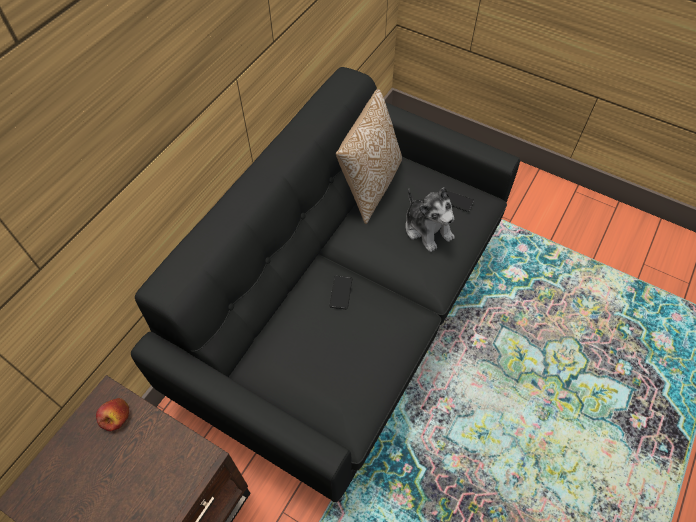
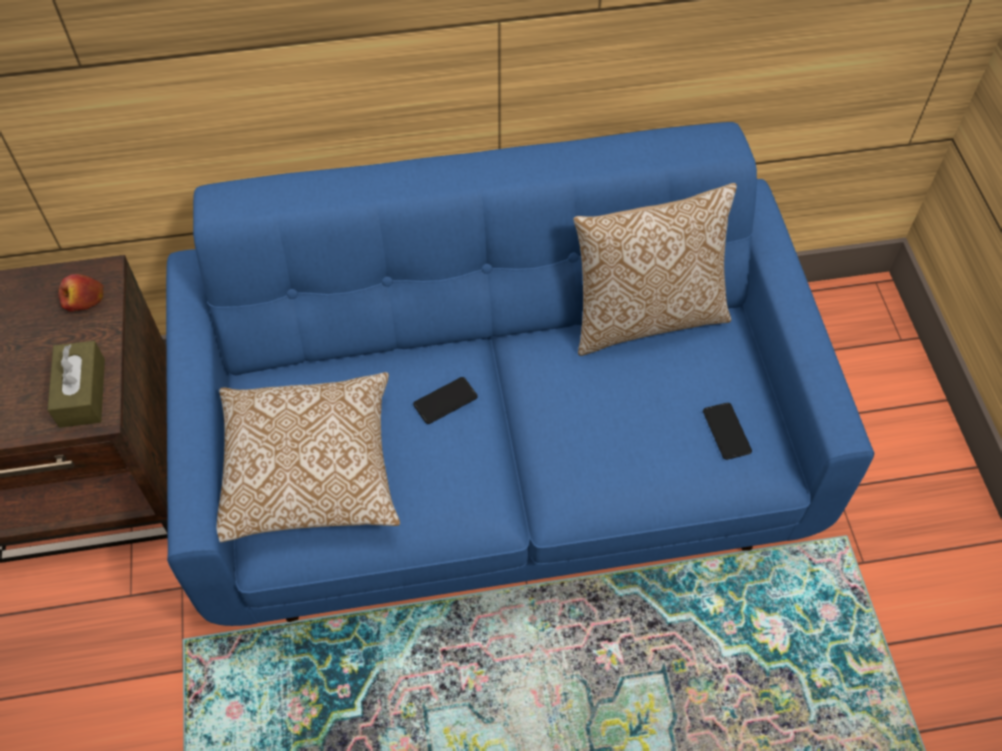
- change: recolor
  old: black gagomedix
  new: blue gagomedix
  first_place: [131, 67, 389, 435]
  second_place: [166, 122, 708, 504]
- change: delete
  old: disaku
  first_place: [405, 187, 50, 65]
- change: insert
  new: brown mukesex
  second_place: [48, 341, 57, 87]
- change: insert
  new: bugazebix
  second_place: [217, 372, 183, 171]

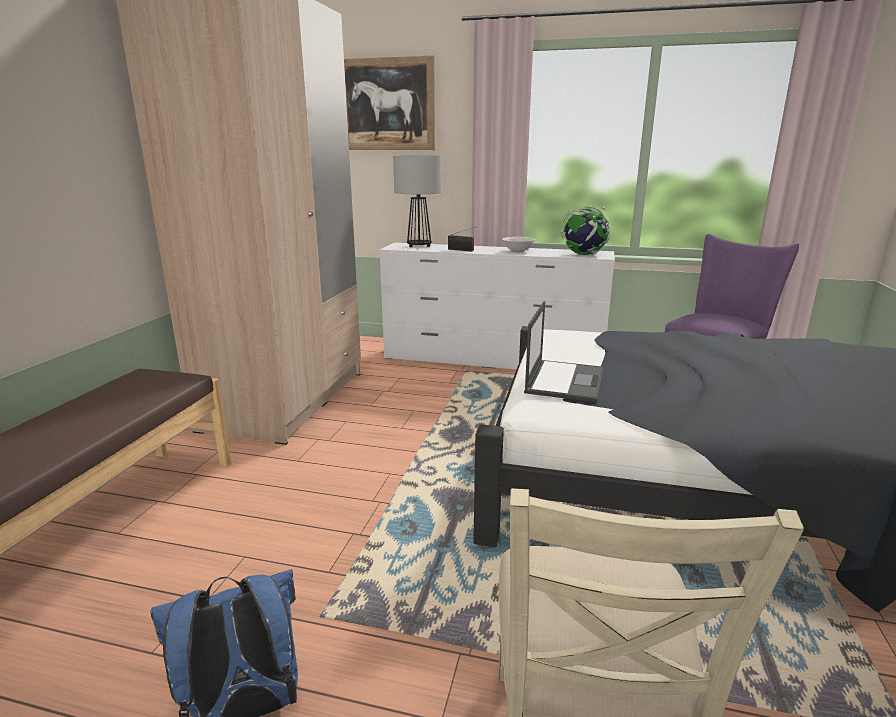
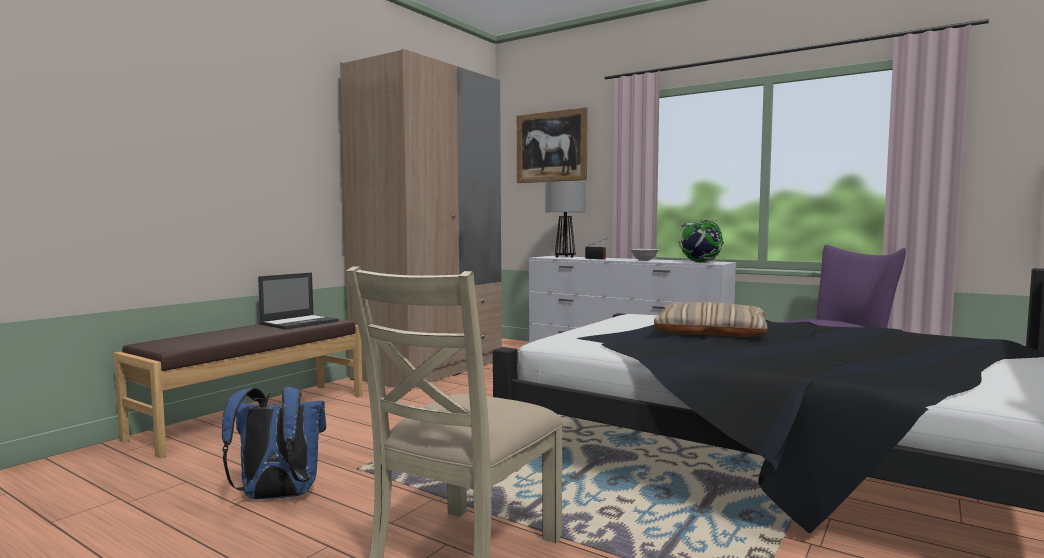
- change: move
  old: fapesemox
  first_place: [524, 301, 79, 101]
  second_place: [258, 273, 81, 56]
- change: insert
  new: beige bugazebix
  second_place: [654, 302, 114, 35]

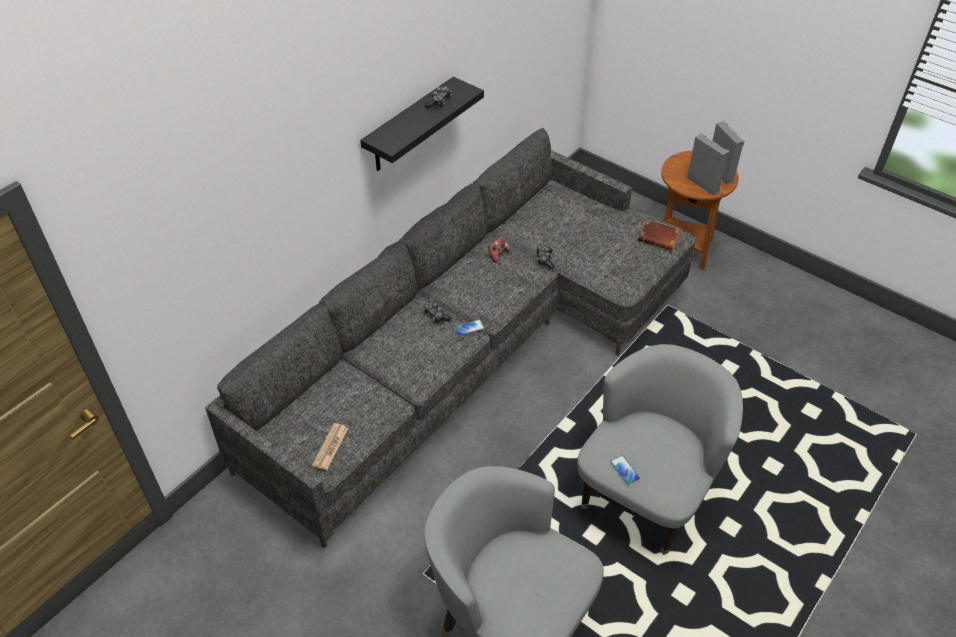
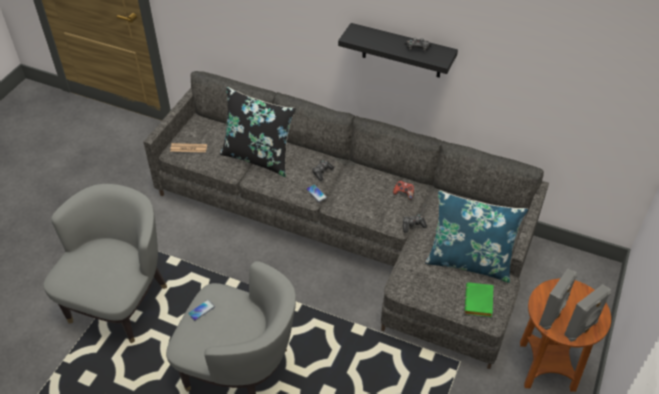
- change: recolor
  old: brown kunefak
  new: green kunefak
  first_place: [638, 219, 43, 31]
  second_place: [465, 282, 28, 35]
- change: insert
  new: black bugazebix
  second_place: [220, 87, 76, 90]
- change: insert
  new: blue bugazebix
  second_place: [425, 190, 103, 93]

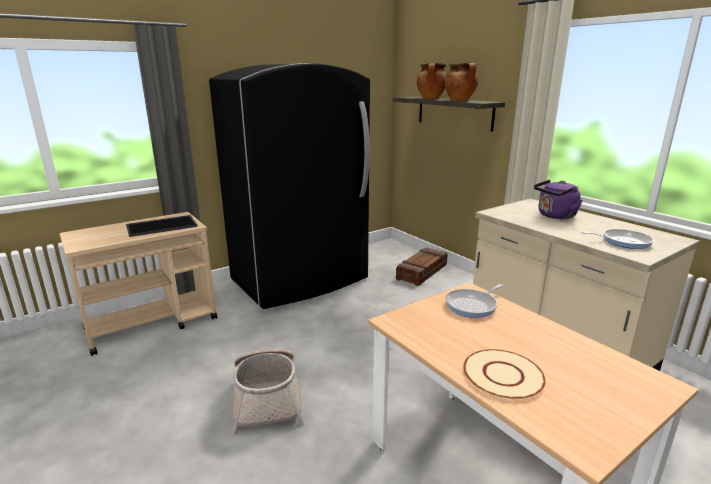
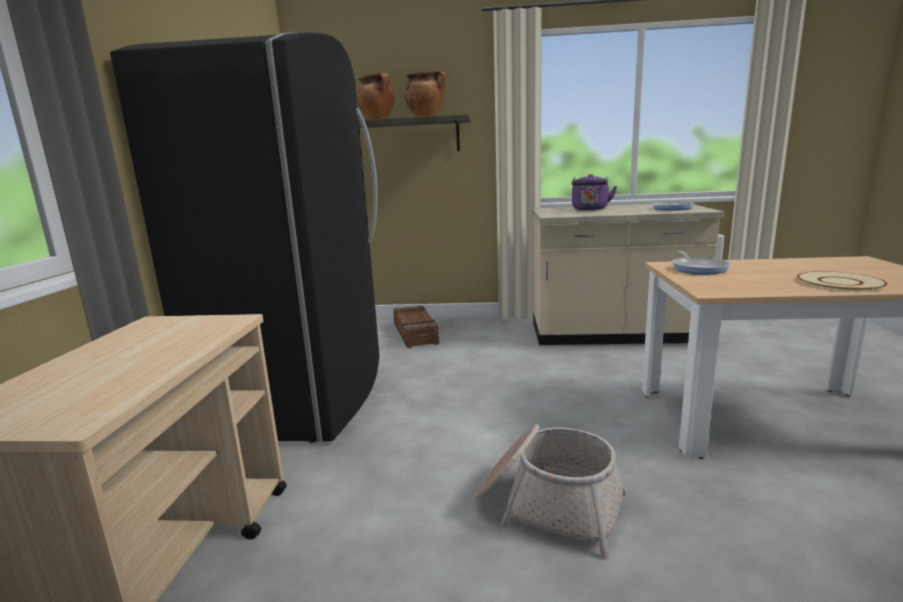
- change: delete
  old: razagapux
  first_place: [126, 215, 72, 22]

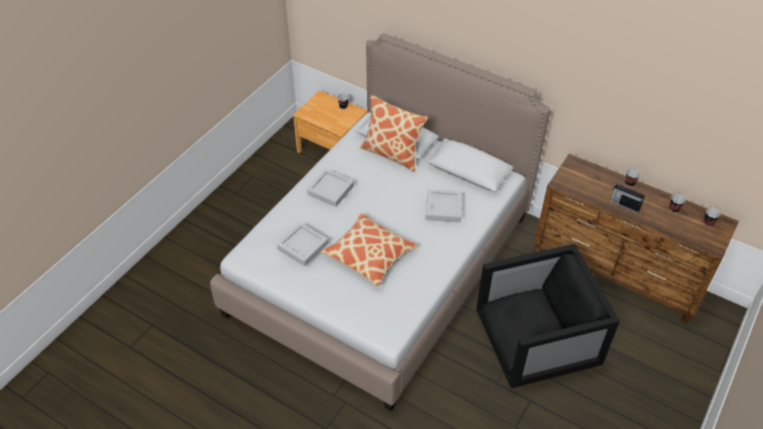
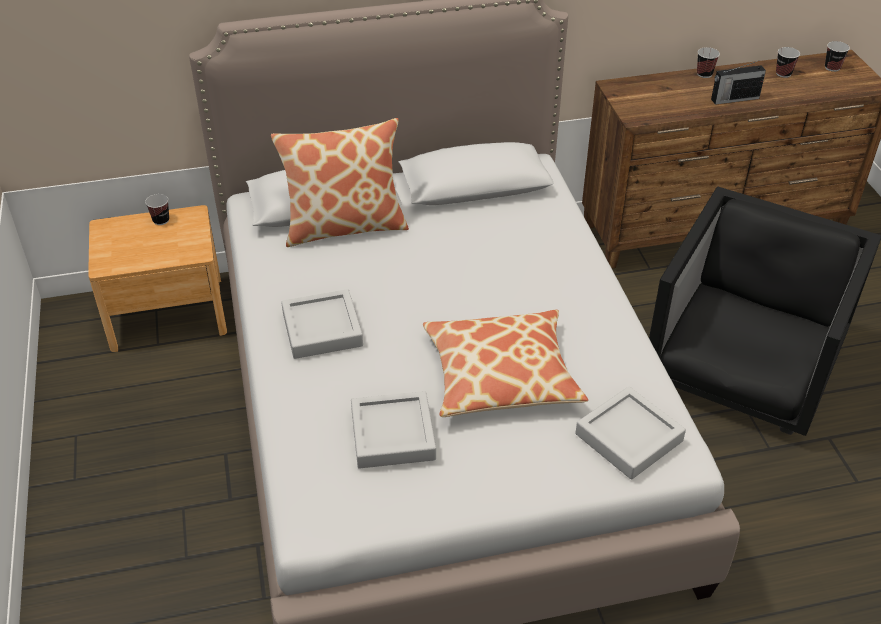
- change: move
  old: grey razagapux
  first_place: [426, 190, 36, 32]
  second_place: [575, 387, 111, 92]

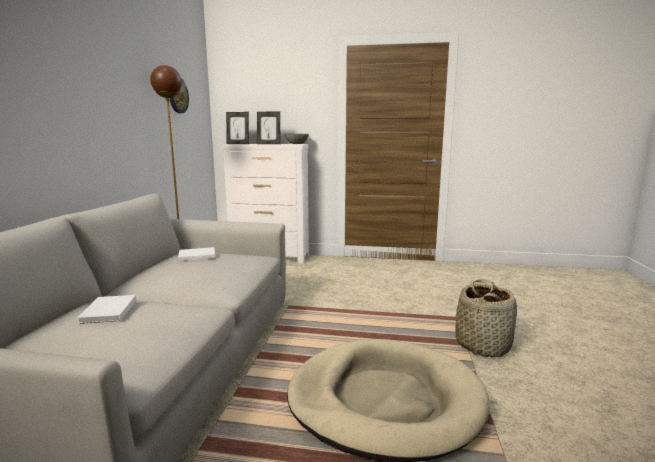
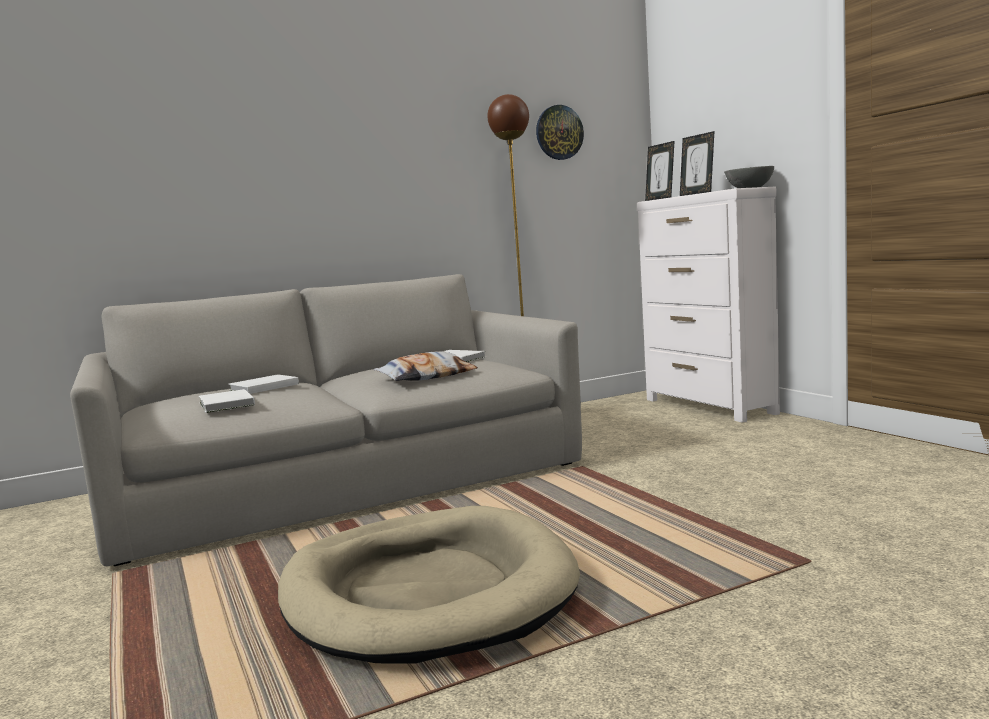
- change: delete
  old: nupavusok
  first_place: [455, 279, 62, 78]
- change: insert
  new: bugazebix
  second_place: [373, 351, 105, 30]
- change: insert
  new: white kunefak
  second_place: [199, 389, 56, 24]

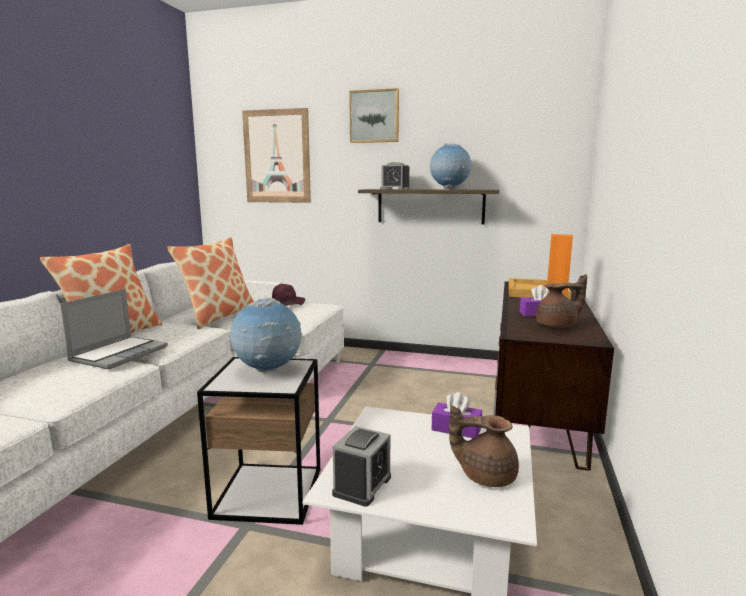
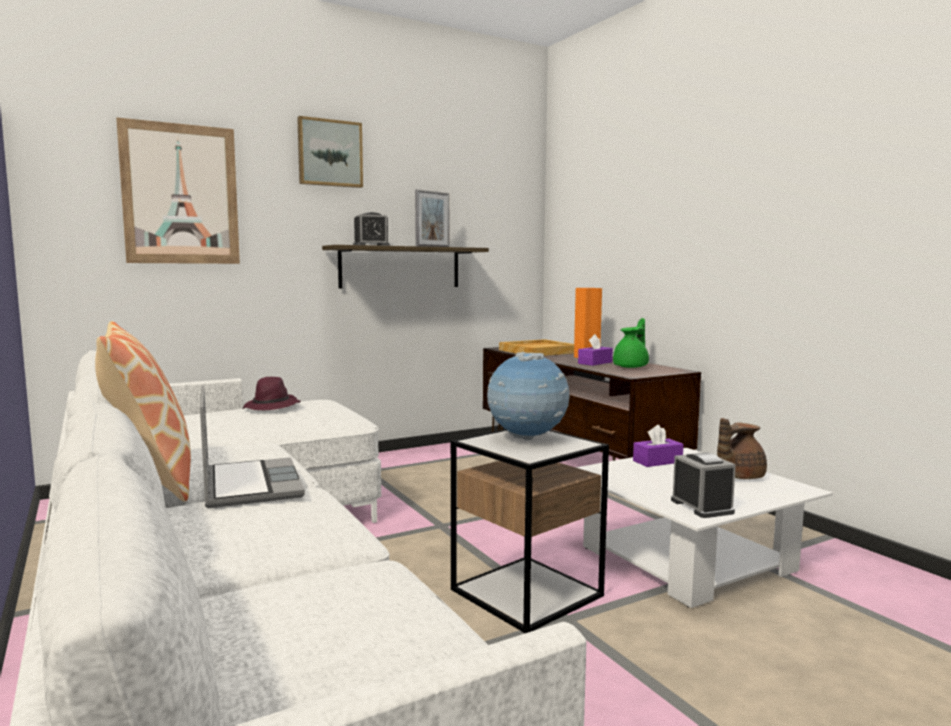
- change: replace
  old: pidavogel
  new: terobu
  first_place: [430, 143, 42, 46]
  second_place: [415, 189, 34, 58]
- change: delete
  old: bugazebix
  first_place: [167, 237, 87, 92]
- change: recolor
  old: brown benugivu
  new: green benugivu
  first_place: [536, 274, 51, 54]
  second_place: [613, 318, 36, 50]

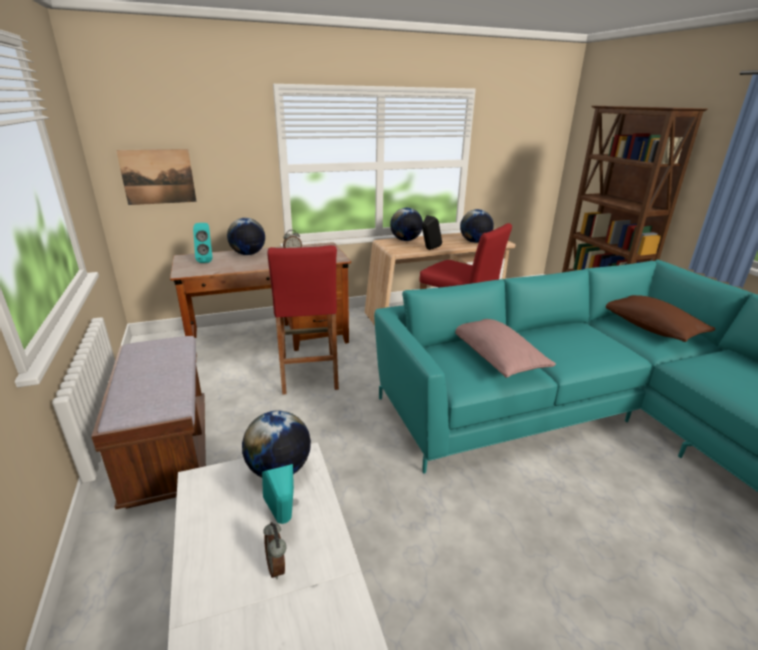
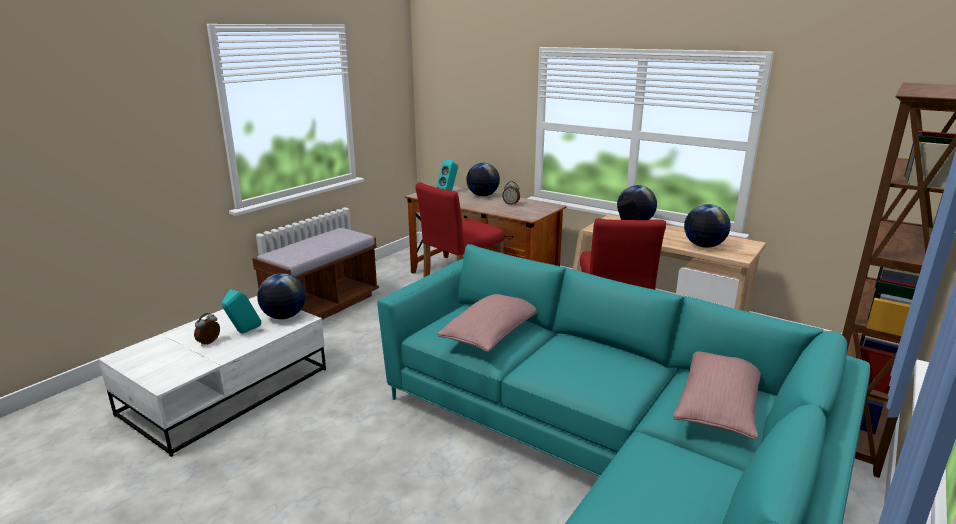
- change: delete
  old: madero
  first_place: [116, 149, 81, 56]
- change: recolor
  old: brown bugazebix
  new: pink bugazebix
  first_place: [606, 295, 109, 47]
  second_place: [673, 351, 88, 88]

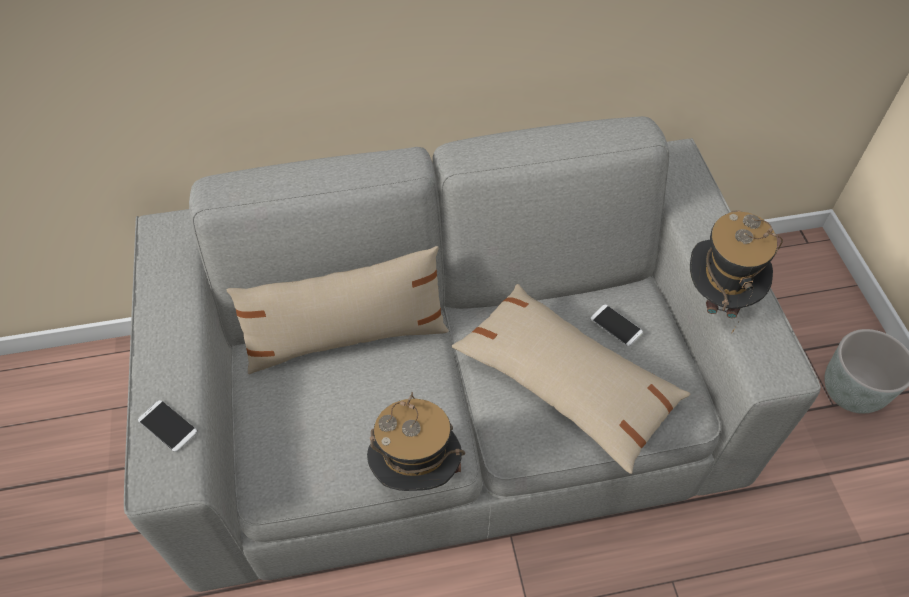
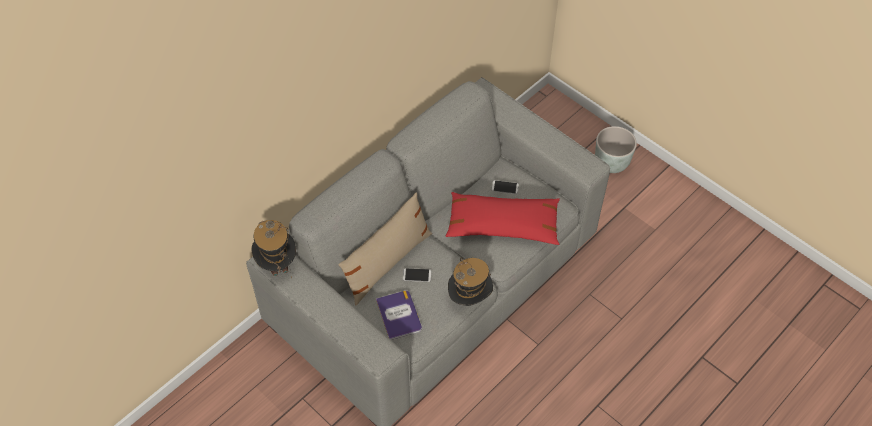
- change: move
  old: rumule
  first_place: [690, 210, 93, 124]
  second_place: [251, 220, 45, 59]
- change: recolor
  old: beige bugazebix
  new: red bugazebix
  first_place: [452, 284, 238, 190]
  second_place: [446, 192, 114, 53]
- change: move
  old: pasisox
  first_place: [138, 400, 59, 52]
  second_place: [403, 268, 28, 14]
- change: insert
  new: kunefak
  second_place: [376, 291, 46, 49]

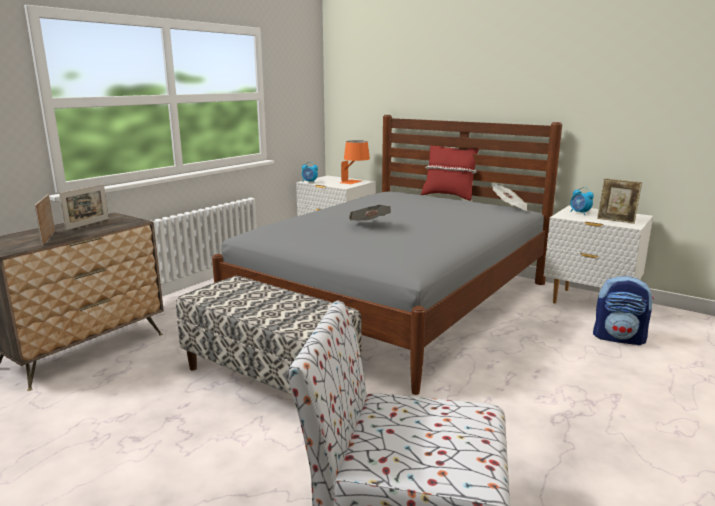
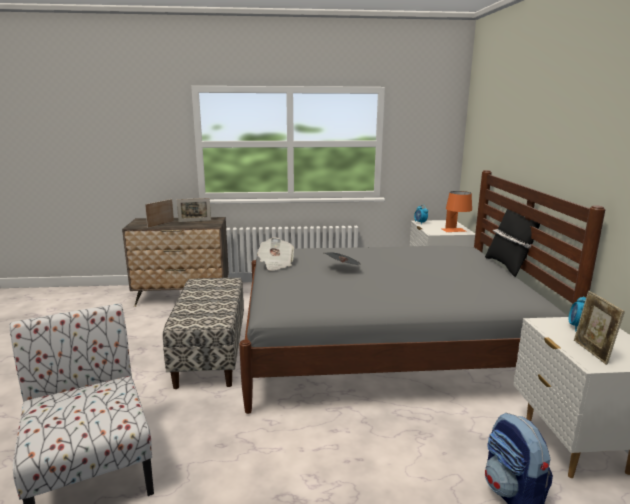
- change: recolor
  old: red bugazebix
  new: black bugazebix
  first_place: [421, 146, 58, 55]
  second_place: [485, 209, 55, 68]
- change: move
  old: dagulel
  first_place: [492, 184, 35, 27]
  second_place: [257, 238, 37, 33]

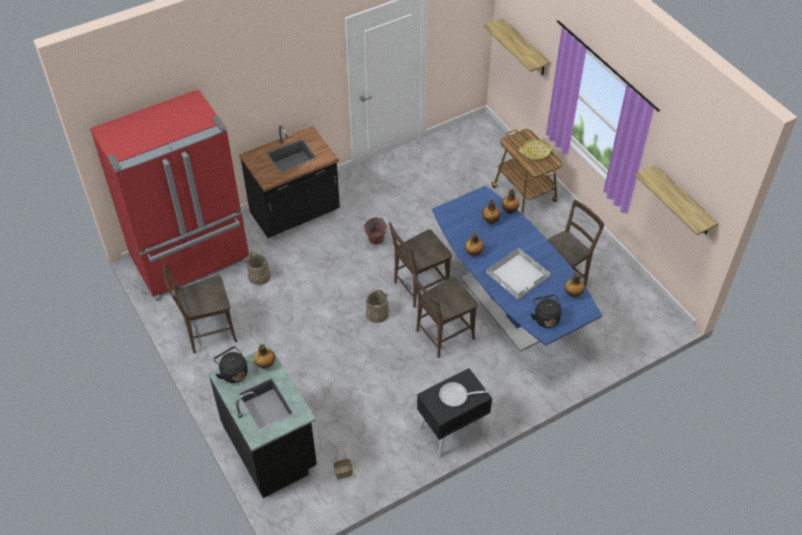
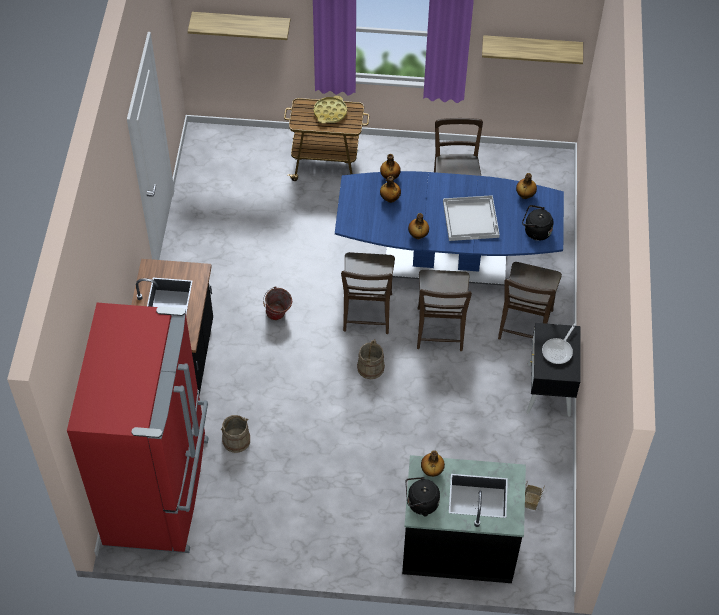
- change: move
  old: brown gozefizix
  first_place: [163, 264, 74, 89]
  second_place: [498, 262, 64, 78]

